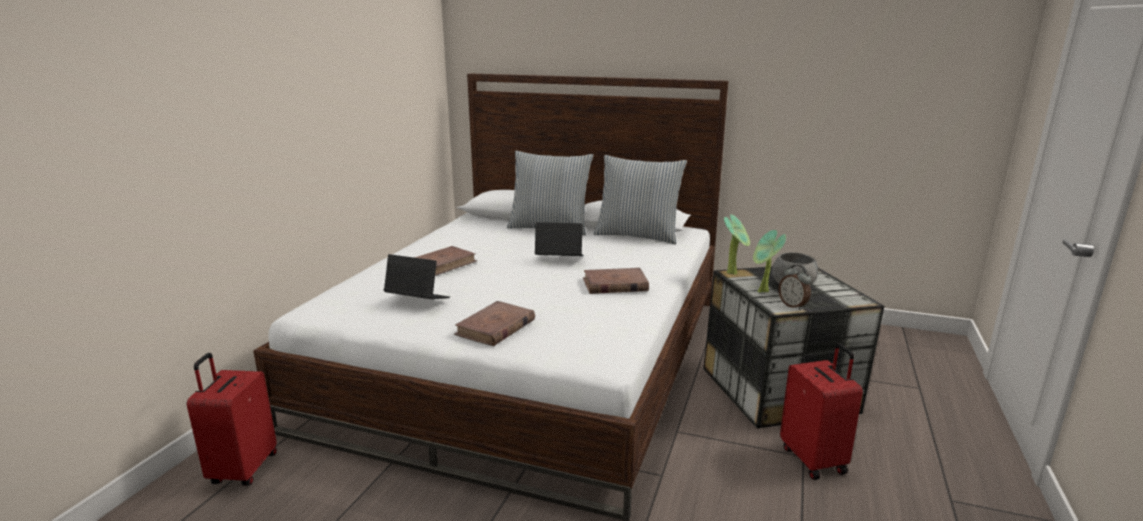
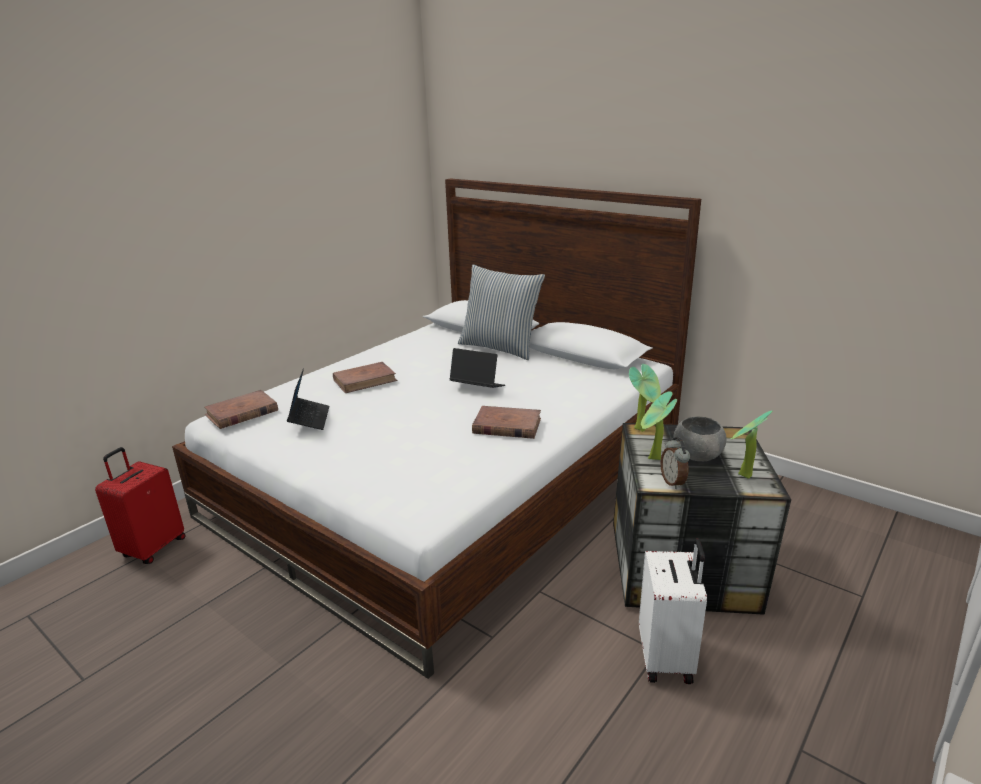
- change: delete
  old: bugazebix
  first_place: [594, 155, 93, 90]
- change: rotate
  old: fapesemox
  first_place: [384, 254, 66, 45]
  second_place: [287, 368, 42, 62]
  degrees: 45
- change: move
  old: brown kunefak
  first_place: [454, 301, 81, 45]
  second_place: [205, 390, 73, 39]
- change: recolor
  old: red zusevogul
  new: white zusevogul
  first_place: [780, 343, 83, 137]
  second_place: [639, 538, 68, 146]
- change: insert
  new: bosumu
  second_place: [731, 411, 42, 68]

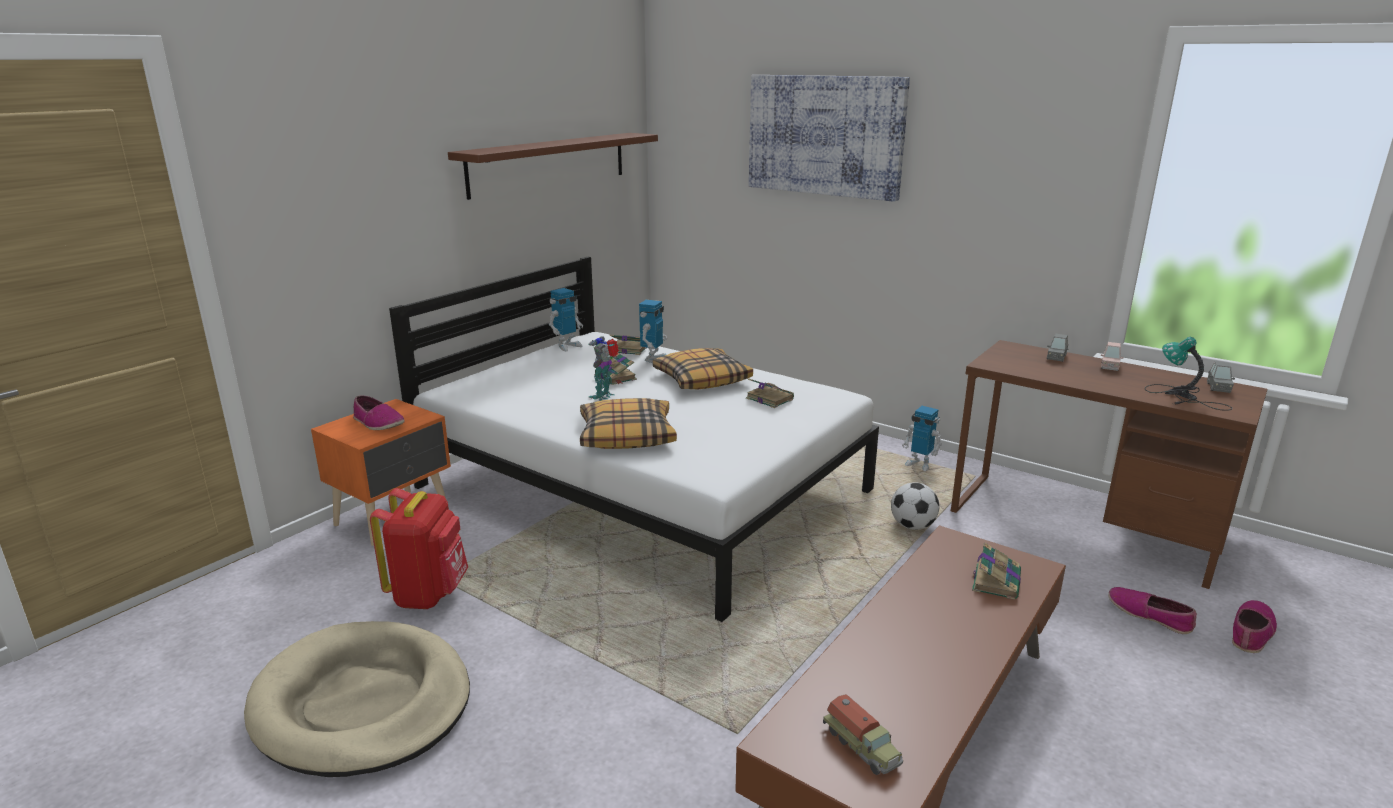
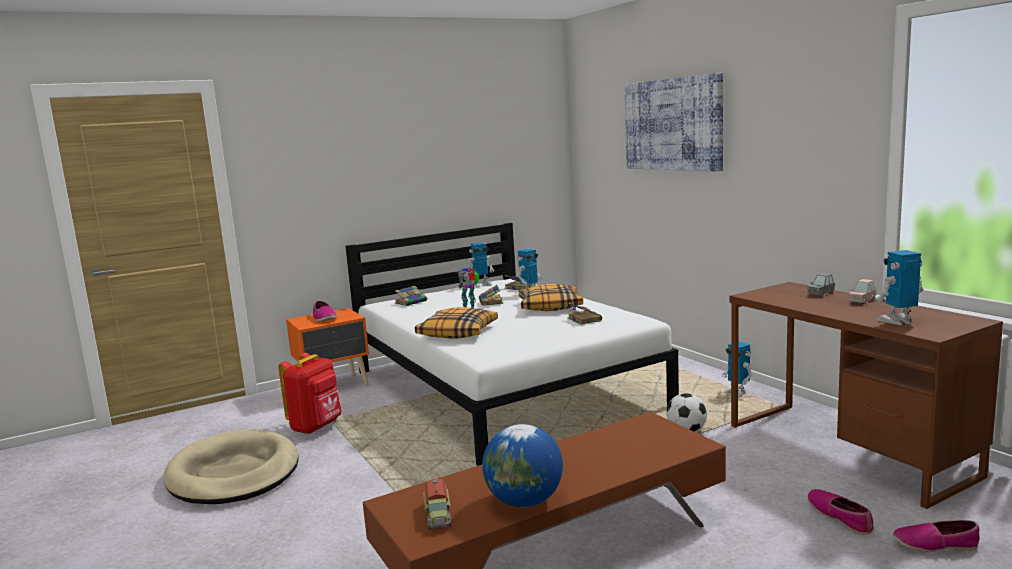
- change: delete
  old: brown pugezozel
  first_place: [448, 133, 210, 67]
- change: replace
  old: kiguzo
  new: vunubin
  first_place: [1145, 337, 88, 74]
  second_place: [875, 250, 49, 75]
- change: delete
  old: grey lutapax
  first_place: [1207, 361, 28, 32]
- change: move
  old: kunefak
  first_place: [972, 542, 49, 58]
  second_place: [395, 286, 33, 20]
- change: rotate
  old: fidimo
  first_place: [1232, 600, 45, 53]
  second_place: [893, 520, 87, 32]
  degrees: -150
- change: insert
  new: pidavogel
  second_place: [482, 424, 81, 83]

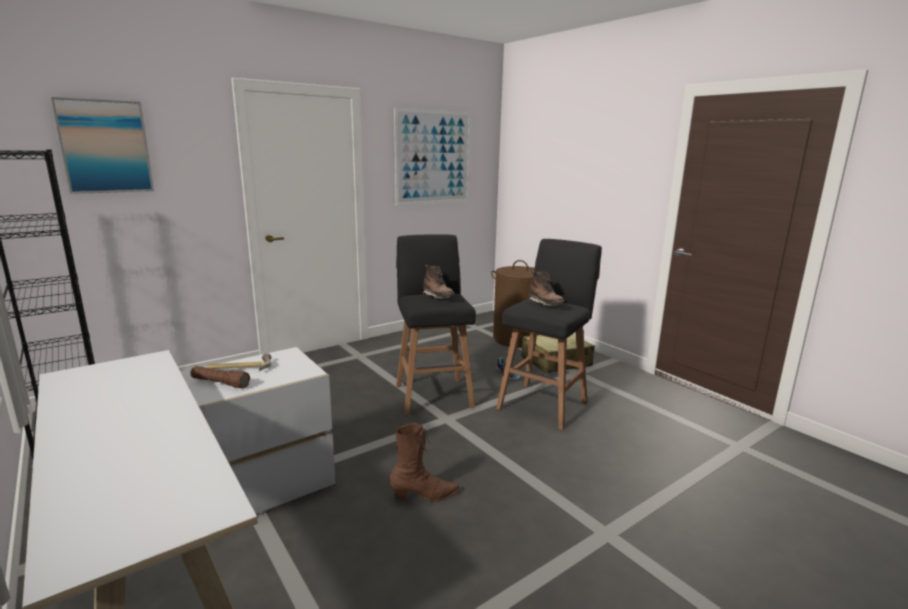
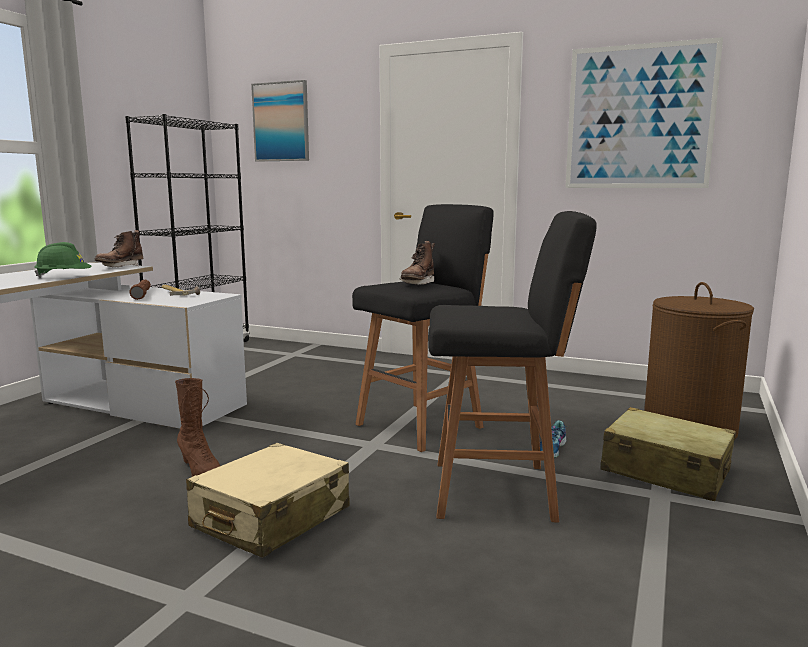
- change: move
  old: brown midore
  first_place: [528, 270, 37, 37]
  second_place: [95, 230, 48, 37]
- change: insert
  new: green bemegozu
  second_place: [34, 242, 58, 36]
- change: insert
  new: beige zusevogul
  second_place: [186, 443, 164, 115]

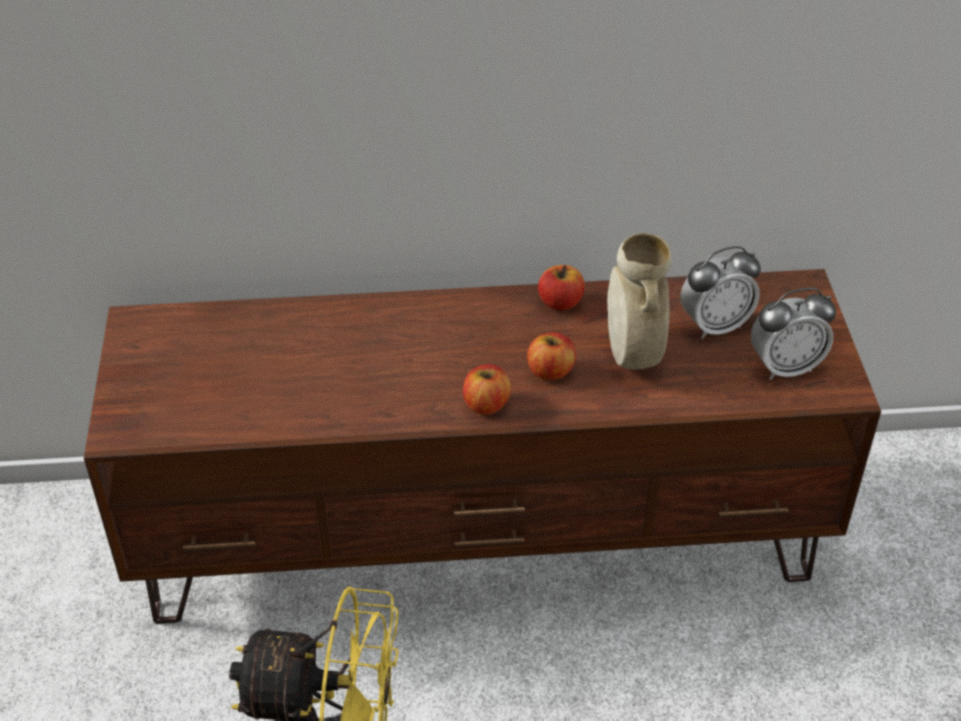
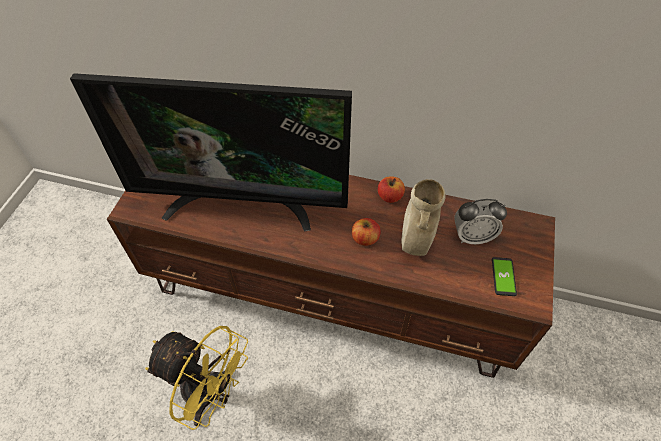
- change: replace
  old: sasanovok
  new: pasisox
  first_place: [751, 288, 85, 92]
  second_place: [492, 257, 25, 39]
- change: delete
  old: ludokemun
  first_place: [463, 365, 48, 50]
- change: insert
  new: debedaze
  second_place: [70, 73, 282, 158]

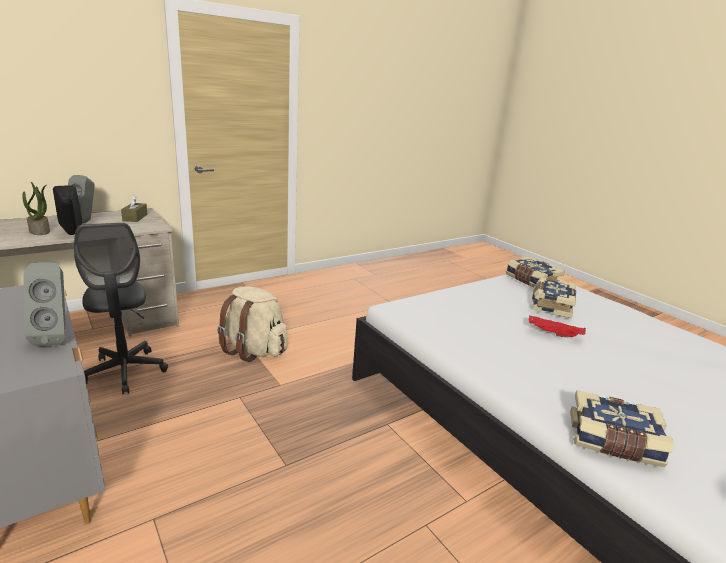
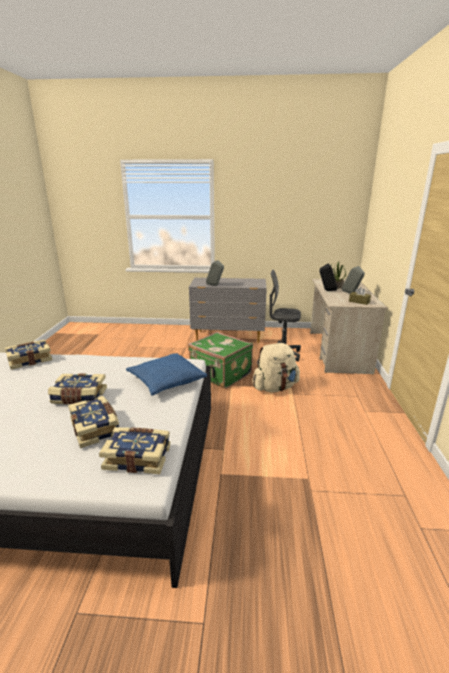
- change: replace
  old: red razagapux
  new: kunefak
  first_place: [528, 316, 58, 21]
  second_place: [48, 373, 59, 31]
- change: insert
  new: green zusevogul
  second_place: [188, 332, 65, 56]
- change: insert
  new: blue bugazebix
  second_place: [126, 353, 81, 43]

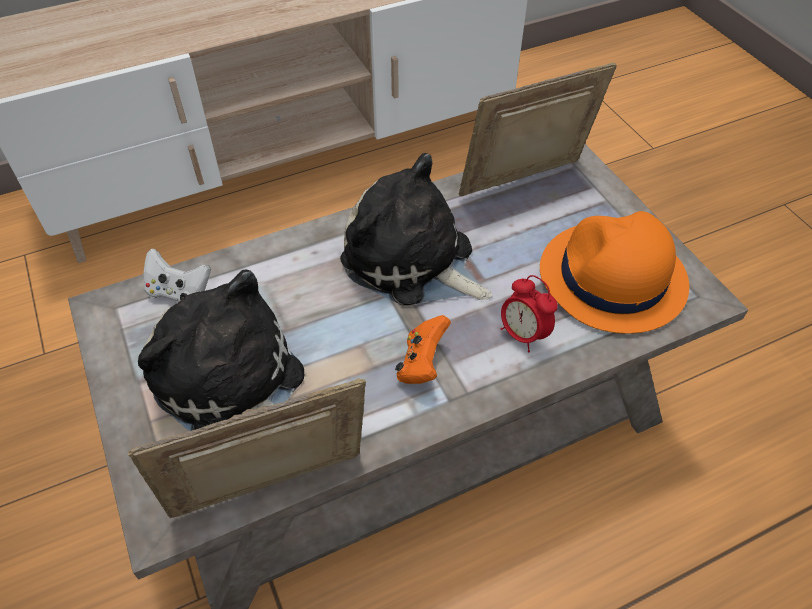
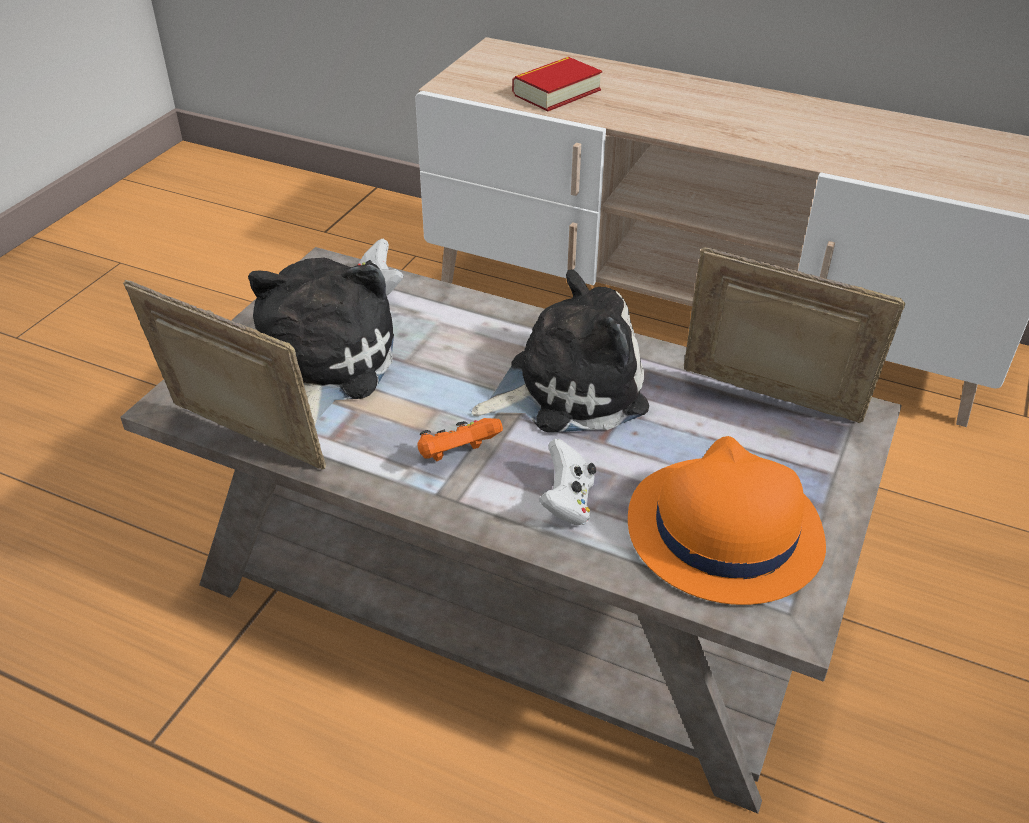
- change: rotate
  old: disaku
  first_place: [340, 153, 152, 153]
  second_place: [471, 270, 178, 162]
  degrees: 75
- change: replace
  old: sasanovok
  new: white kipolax
  first_place: [501, 275, 57, 77]
  second_place: [539, 439, 57, 86]
- change: insert
  new: kunefak
  second_place: [512, 57, 90, 54]

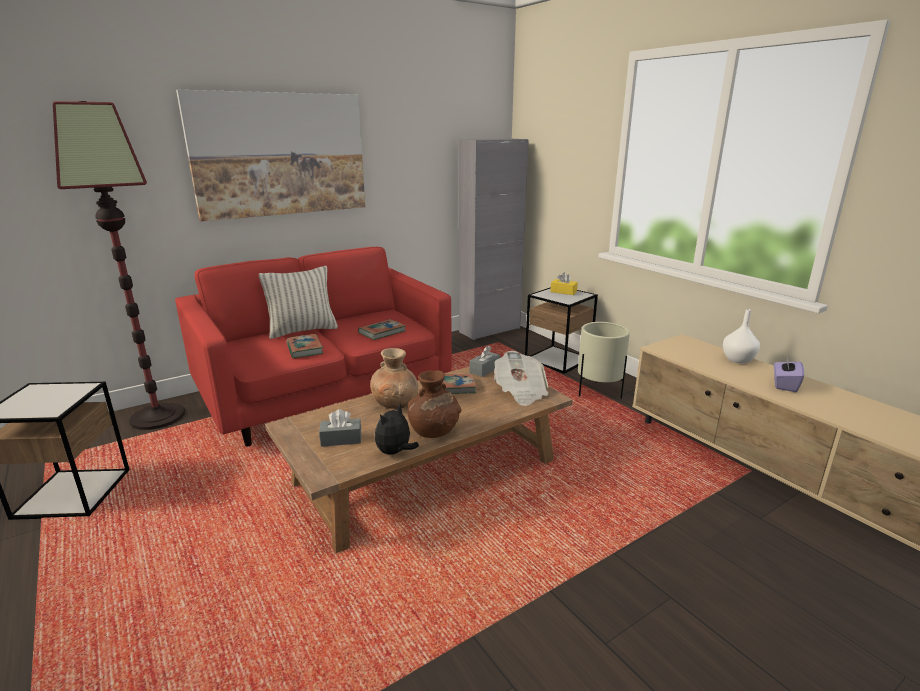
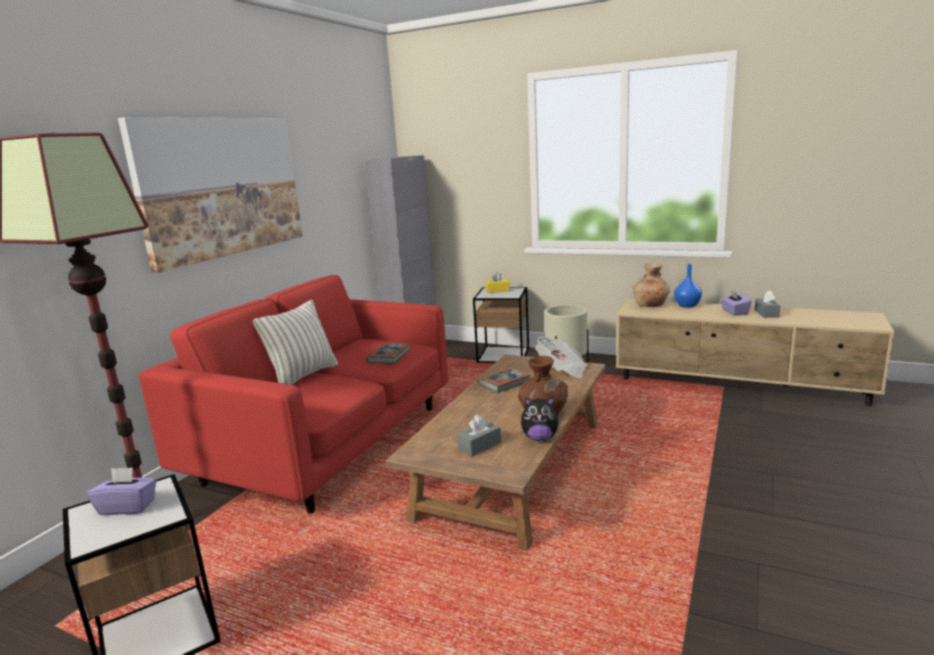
- change: recolor
  old: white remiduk
  new: blue remiduk
  first_place: [723, 309, 37, 55]
  second_place: [674, 264, 28, 44]
- change: delete
  old: kunefak
  first_place: [286, 334, 37, 24]
- change: move
  old: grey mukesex
  first_place: [470, 346, 31, 31]
  second_place: [755, 291, 25, 27]
- change: move
  old: brown remiduk
  first_place: [370, 348, 48, 61]
  second_place: [632, 263, 38, 44]
- change: rotate
  old: disaku
  first_place: [375, 405, 44, 50]
  second_place: [521, 397, 40, 44]
  degrees: -90
- change: insert
  new: purple mukesex
  second_place: [87, 467, 70, 48]

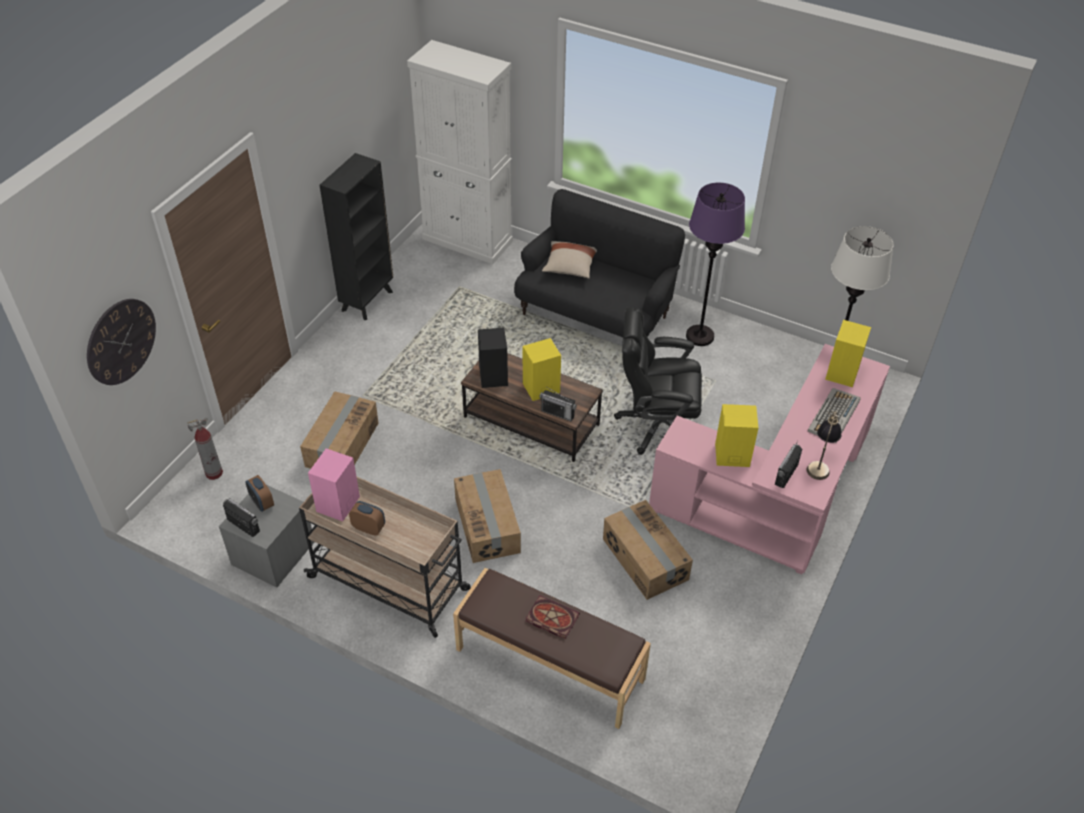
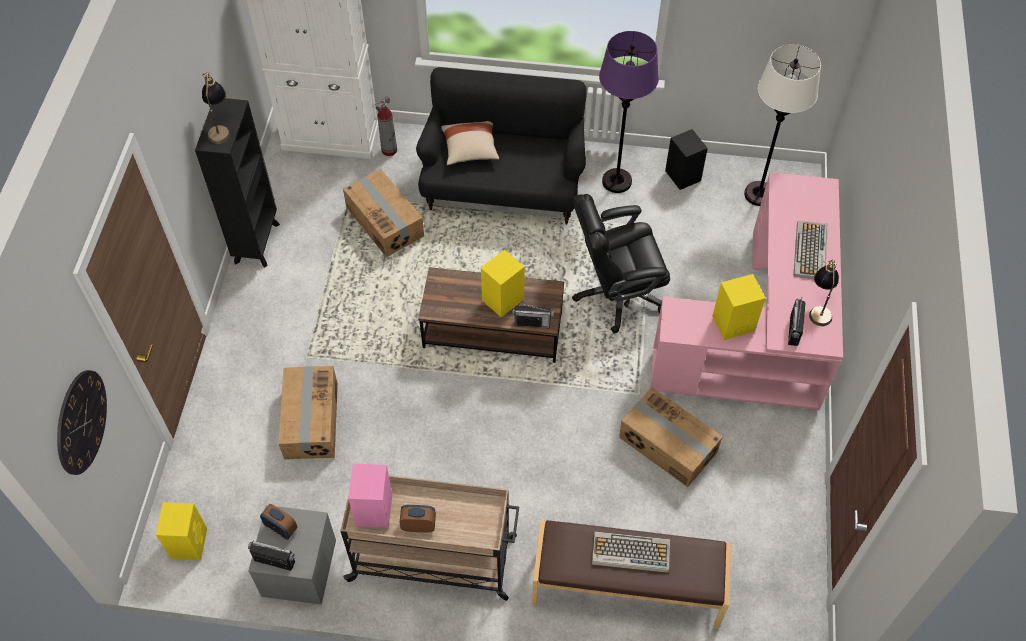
- change: move
  old: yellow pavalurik
  first_place: [825, 320, 46, 67]
  second_place: [156, 502, 51, 58]
- change: move
  old: black pavalurik
  first_place: [478, 328, 30, 60]
  second_place: [665, 129, 43, 61]
- change: move
  old: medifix
  first_place: [187, 418, 36, 62]
  second_place: [375, 96, 22, 60]
- change: move
  old: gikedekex
  first_place: [454, 469, 67, 94]
  second_place: [343, 169, 81, 88]
- change: replace
  old: kunefak
  new: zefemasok
  first_place: [525, 595, 55, 44]
  second_place: [592, 532, 78, 41]
- change: insert
  new: kiguzo
  second_place: [202, 72, 28, 72]

